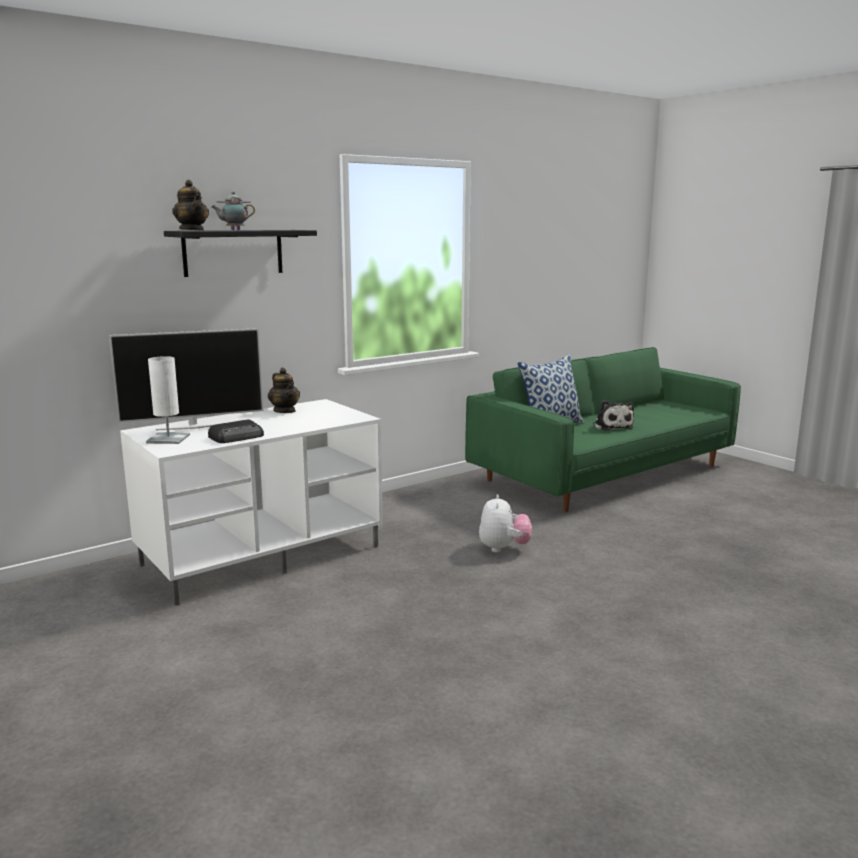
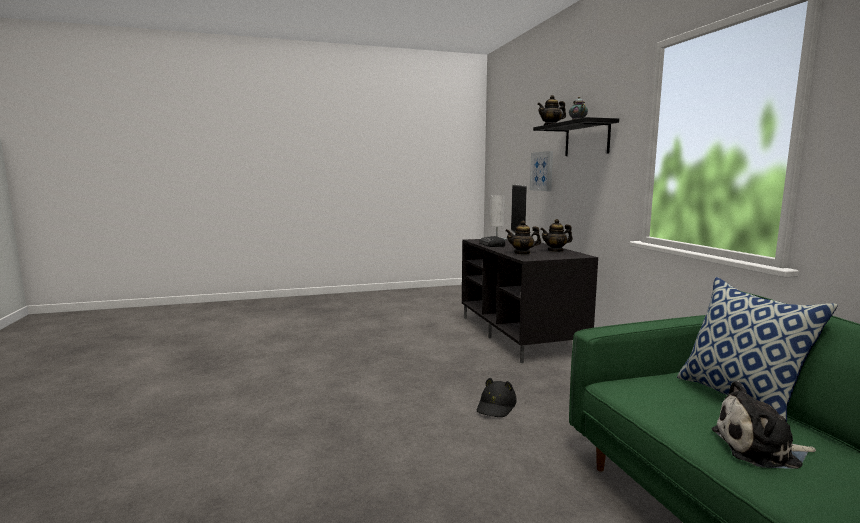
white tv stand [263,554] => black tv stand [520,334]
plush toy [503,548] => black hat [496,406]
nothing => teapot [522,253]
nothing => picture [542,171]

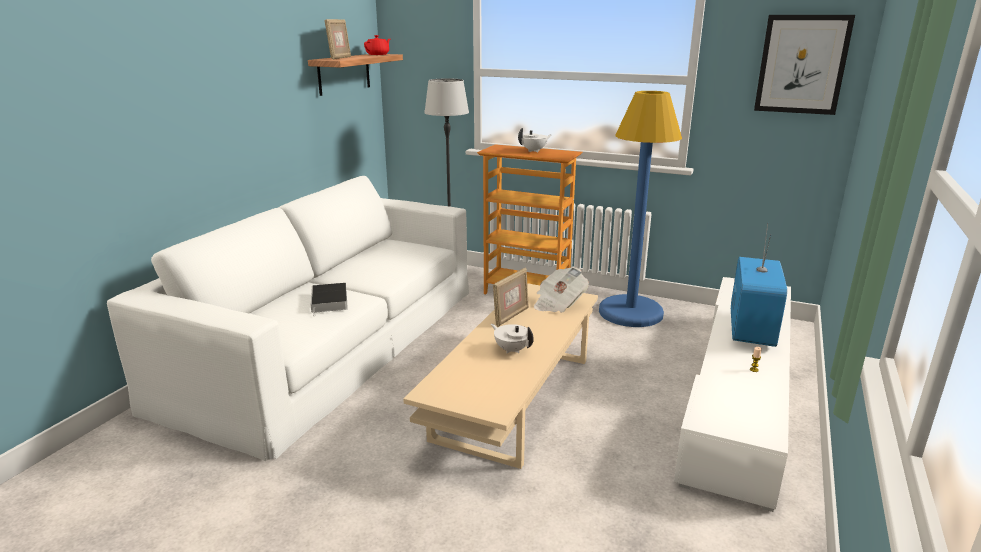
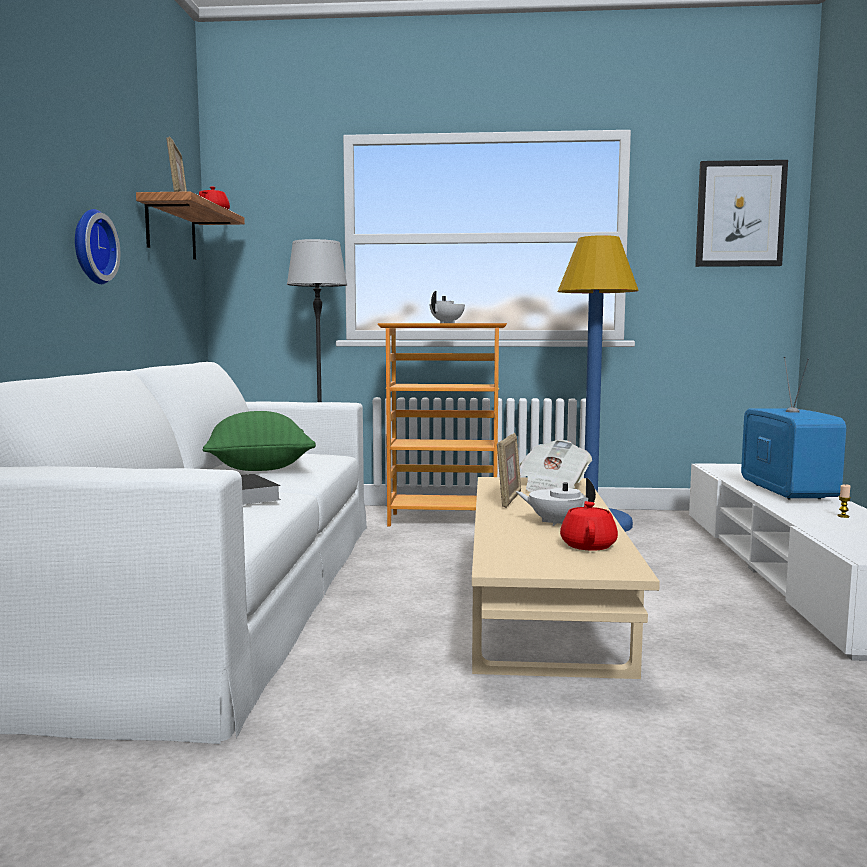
nothing => wall clock [91,247]
nothing => green pillow [258,468]
nothing => red teapot [588,545]

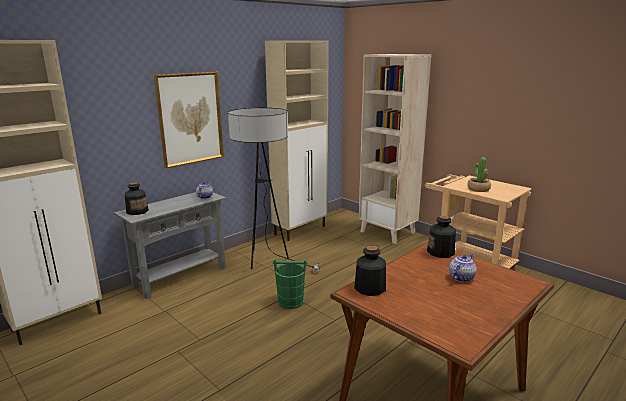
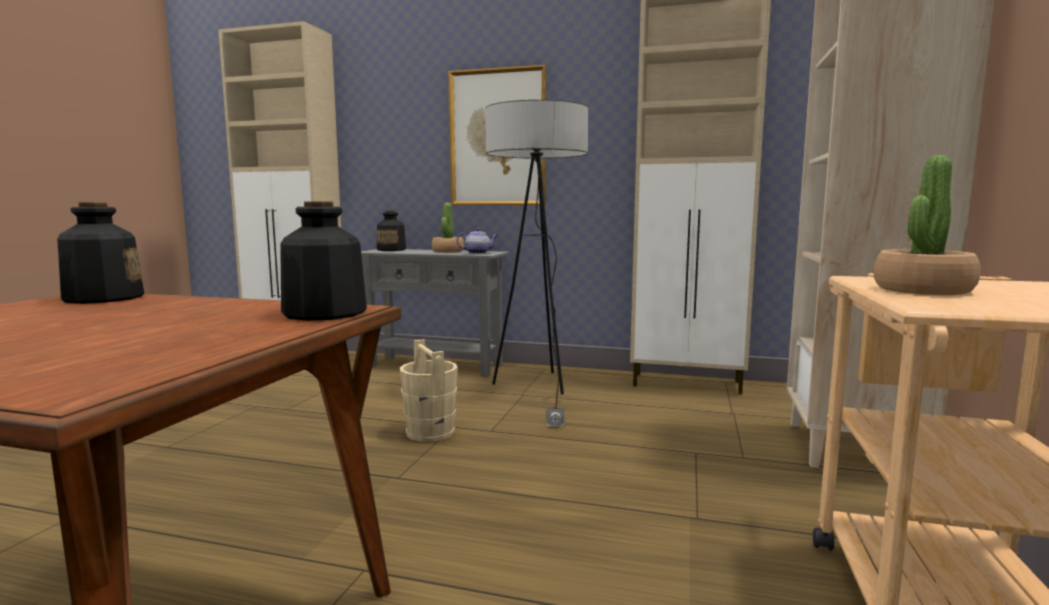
green bucket [291,302] => beige bucket [430,432]
teapot [461,277] => nothing
nothing => potted plant [447,251]

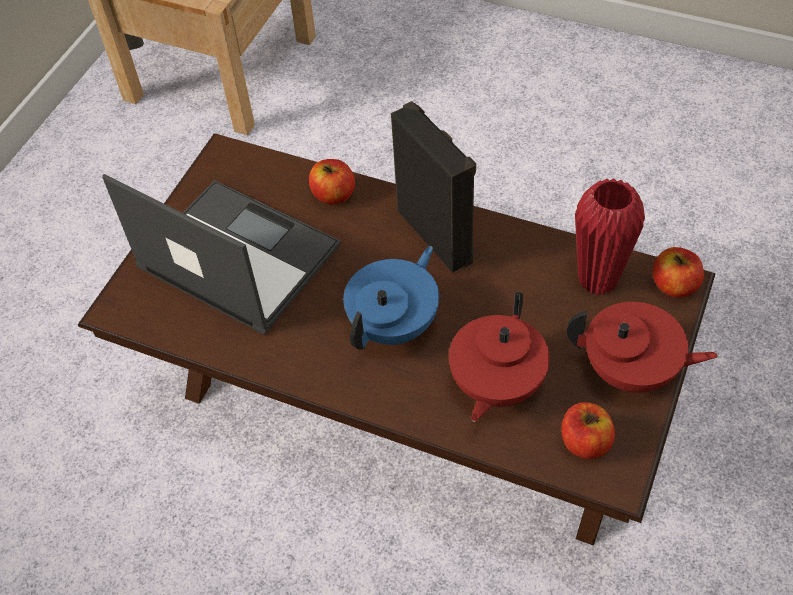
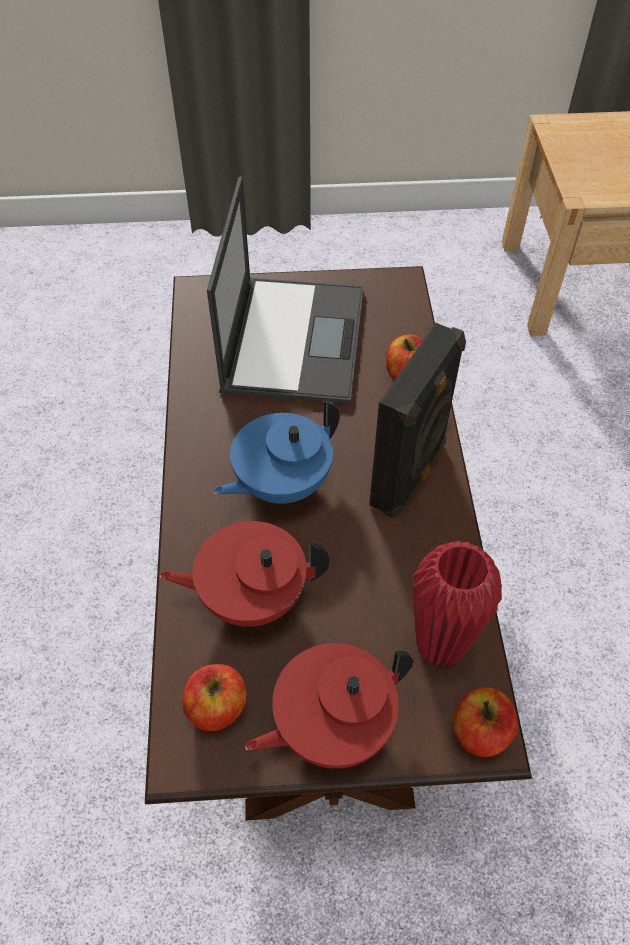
blue teapot [395,324] => blue teapot [281,483], 135 degrees clockwise
red teapot [631,371] => red teapot [331,724], 75 degrees clockwise

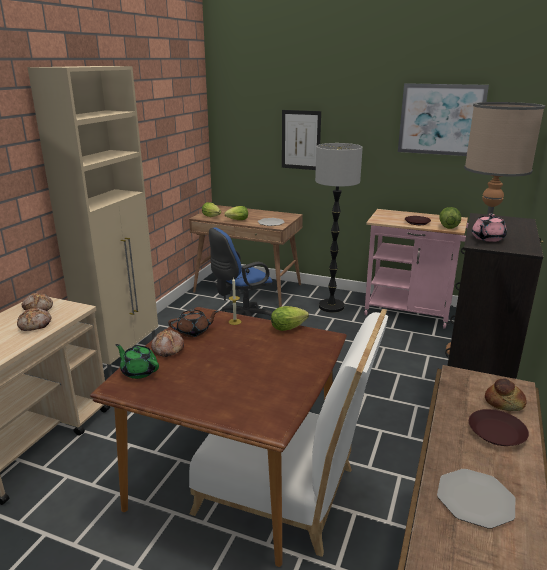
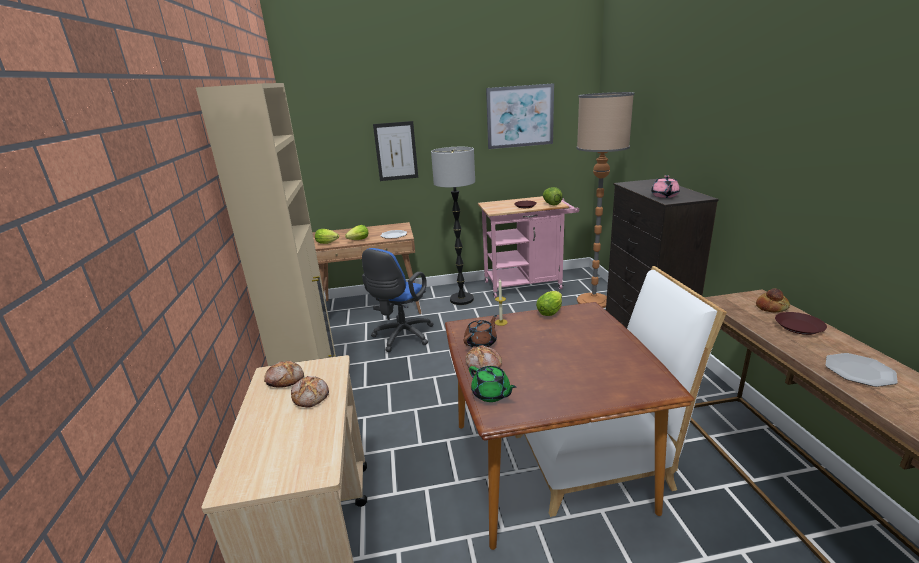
green teapot [139,371] => green teapot [491,394], 135 degrees counterclockwise

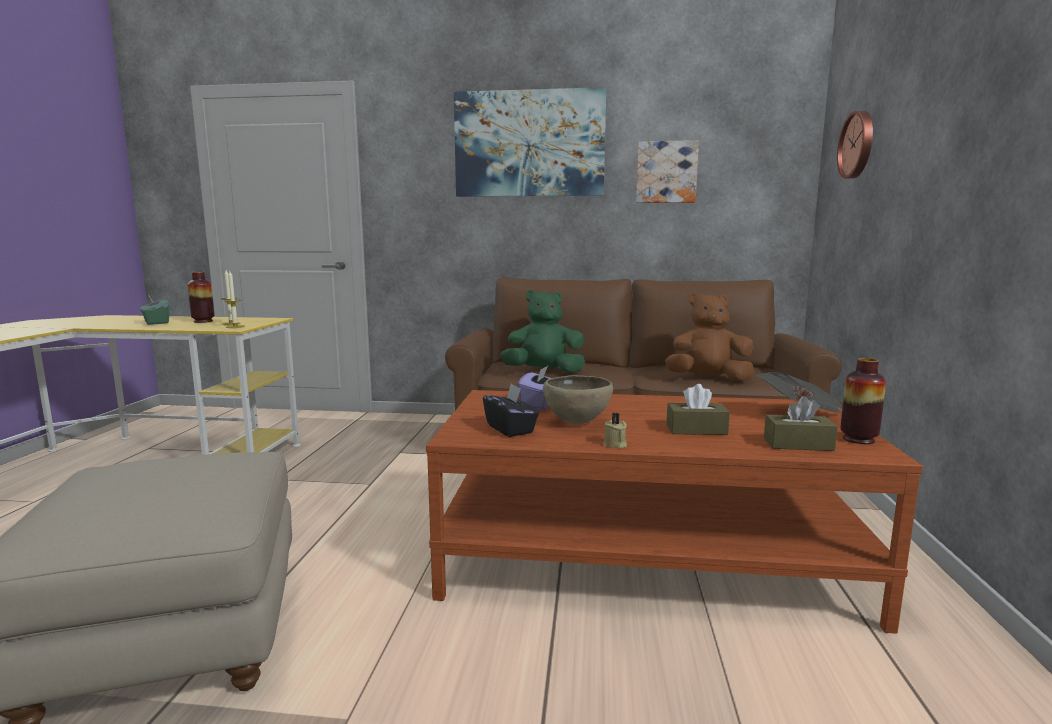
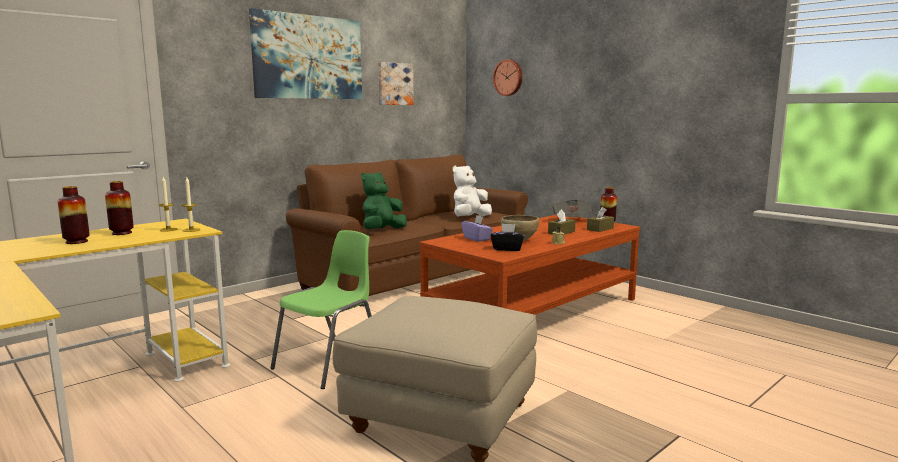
green tissue box [156,322] => vase [76,242]
brown plush toy [708,379] => white plush toy [470,218]
nothing => green chair [331,363]

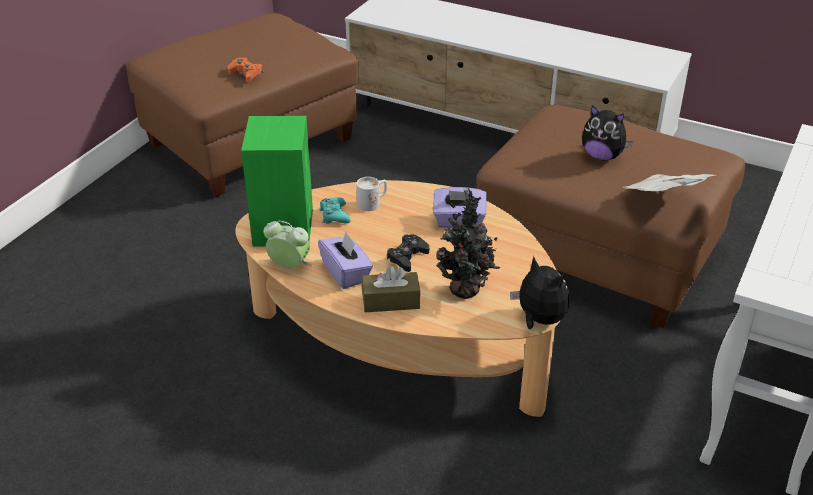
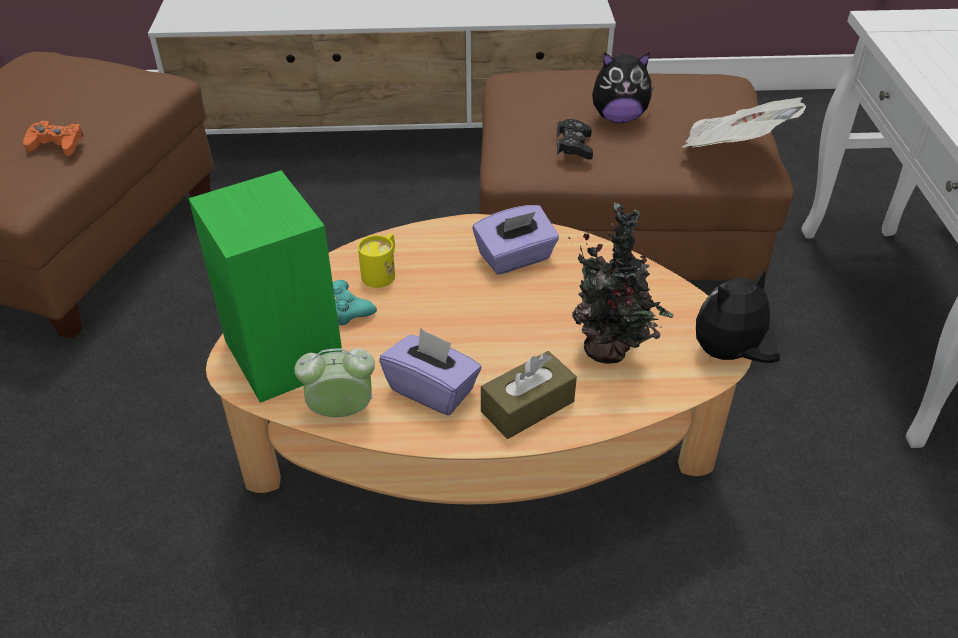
white mug [373,203] => yellow mug [382,272]
black game controller [407,257] => black game controller [574,146], moved
plush toy [539,320] => plush toy [728,354], 45 degrees counterclockwise

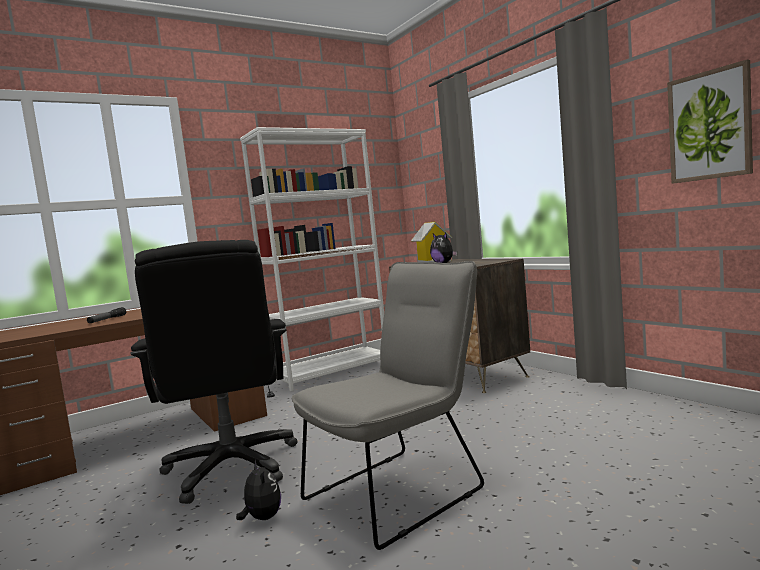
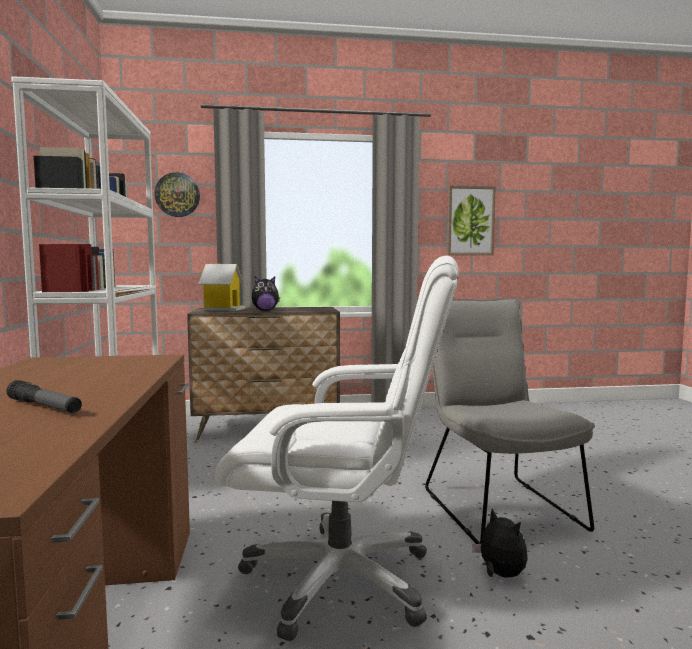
black office chair [232,467] => white office chair [342,579]
plush toy [262,518] => plush toy [500,575], 60 degrees clockwise
nothing => wall clock [177,195]

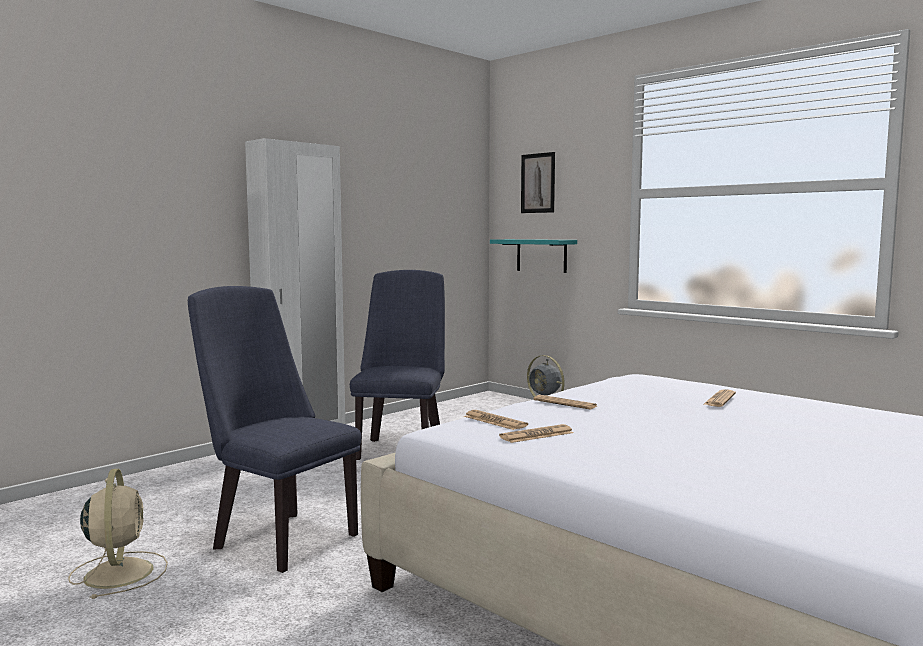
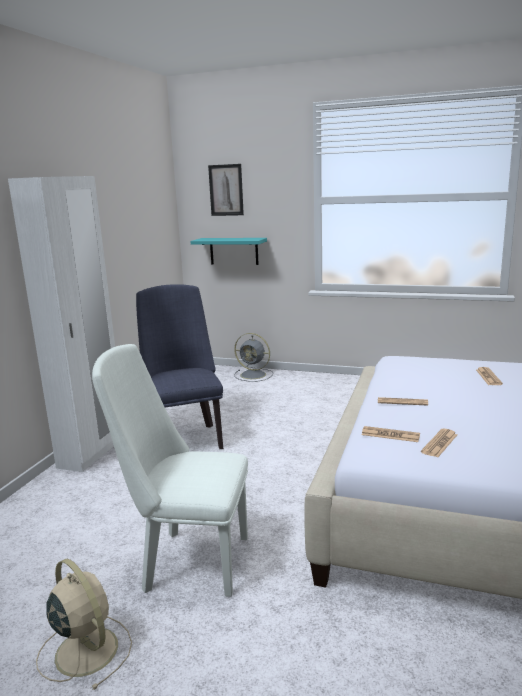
blue chair [278,538] => white chair [187,561]

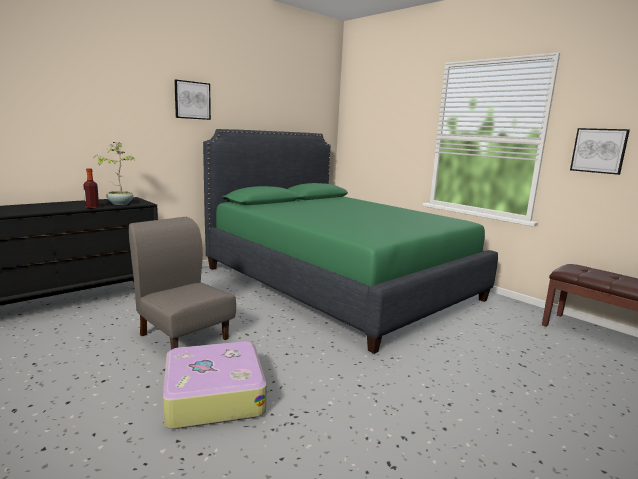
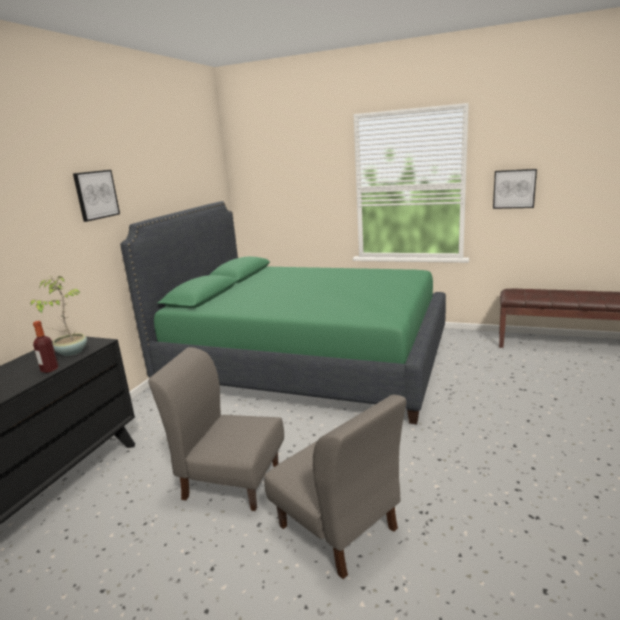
suitcase [213,395] => grey chair [338,528]

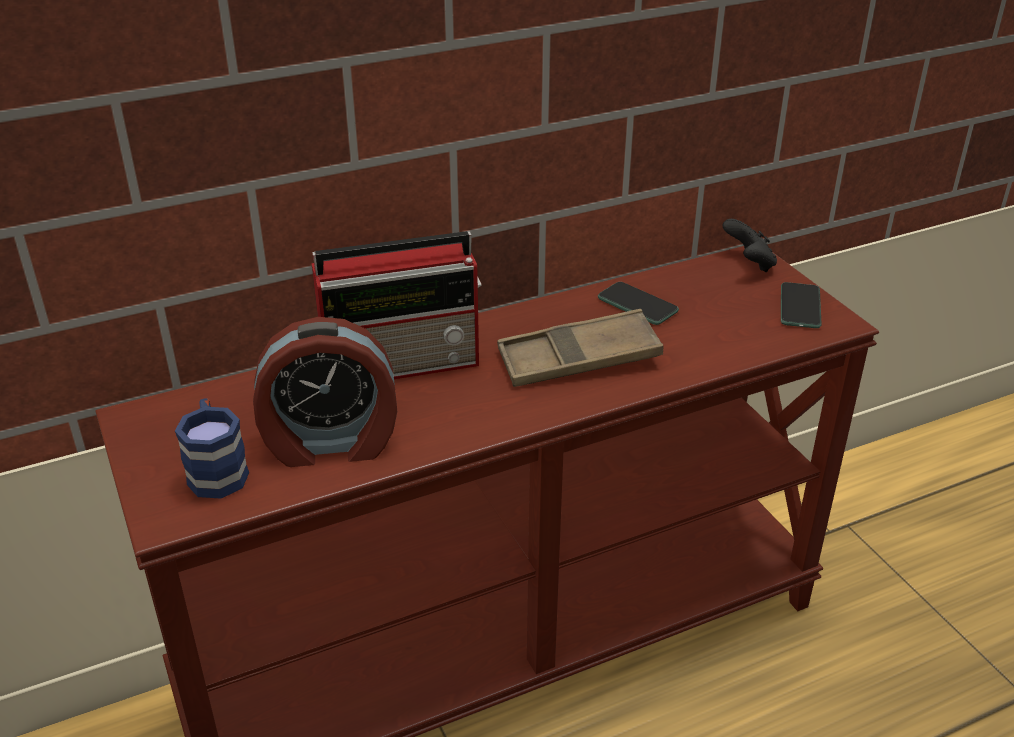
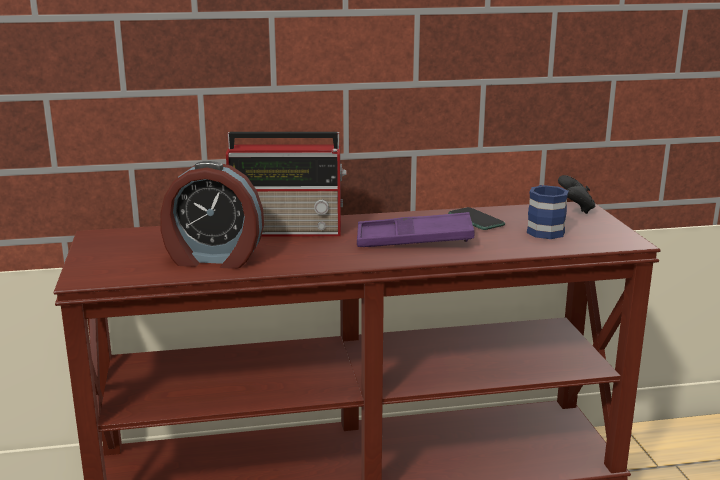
blue mug [216,469] => blue mug [543,229], moved
brown tray [578,359] => purple tray [414,240]
phone [800,307] => nothing

